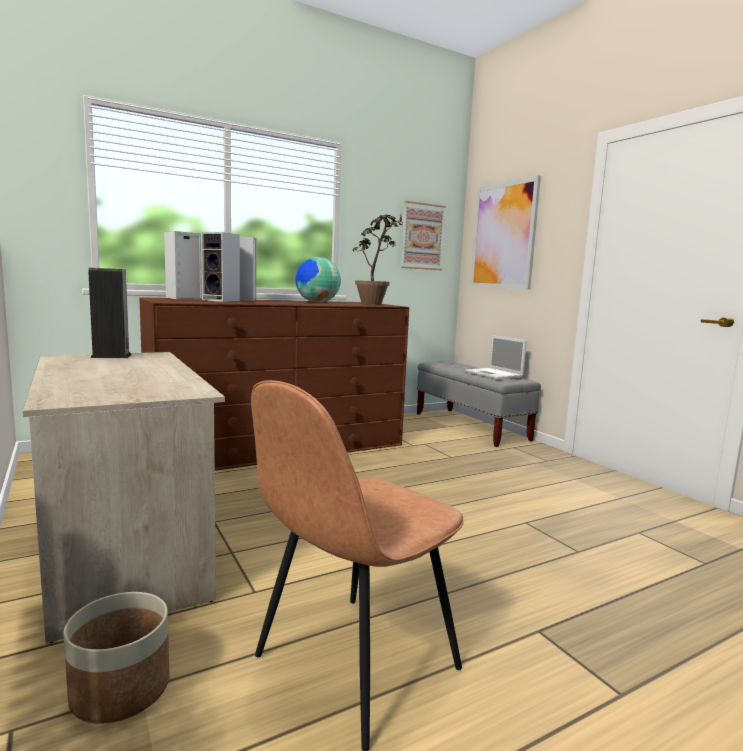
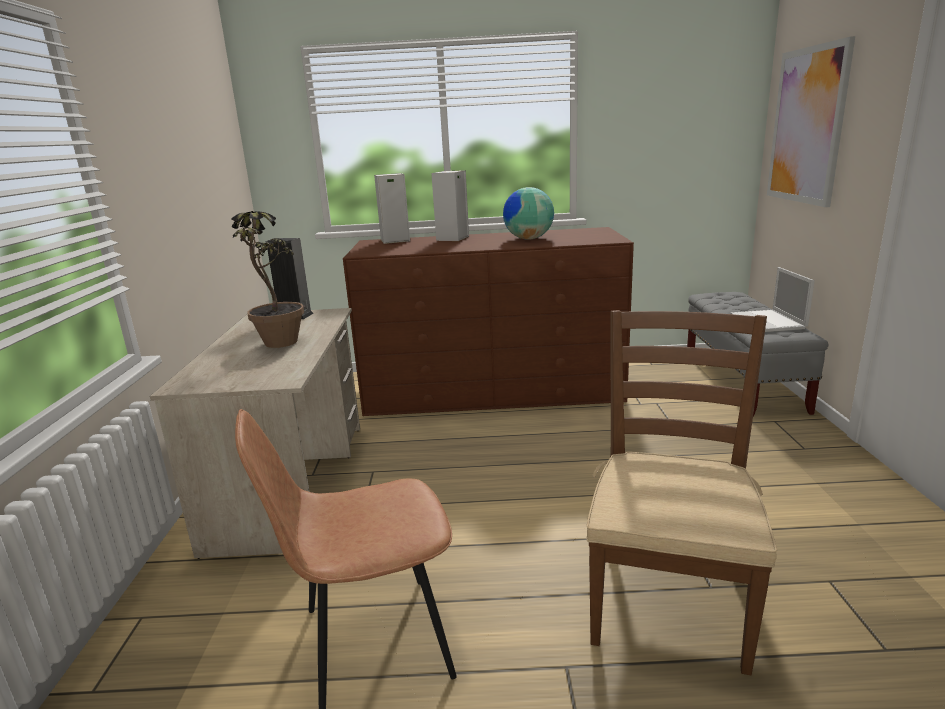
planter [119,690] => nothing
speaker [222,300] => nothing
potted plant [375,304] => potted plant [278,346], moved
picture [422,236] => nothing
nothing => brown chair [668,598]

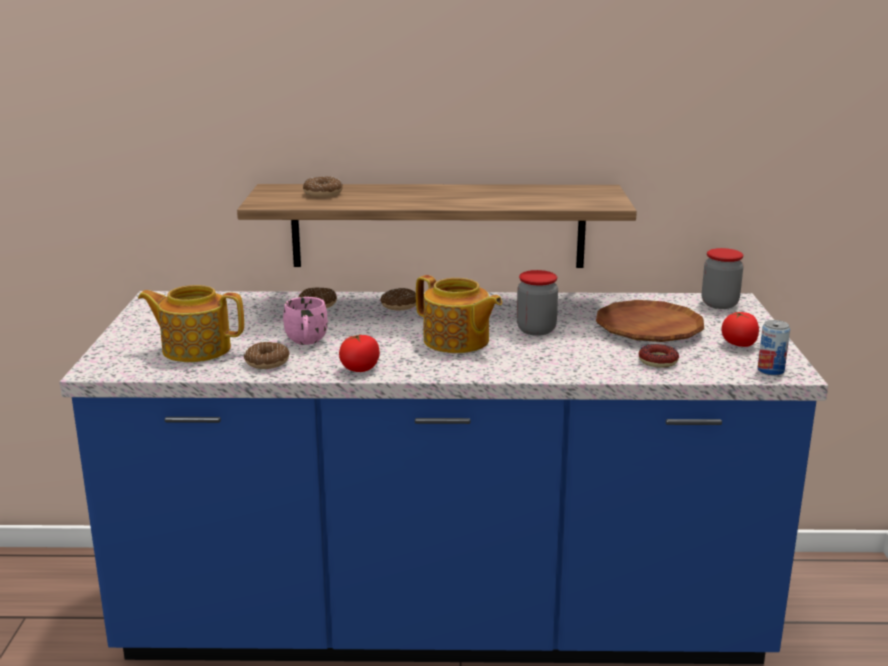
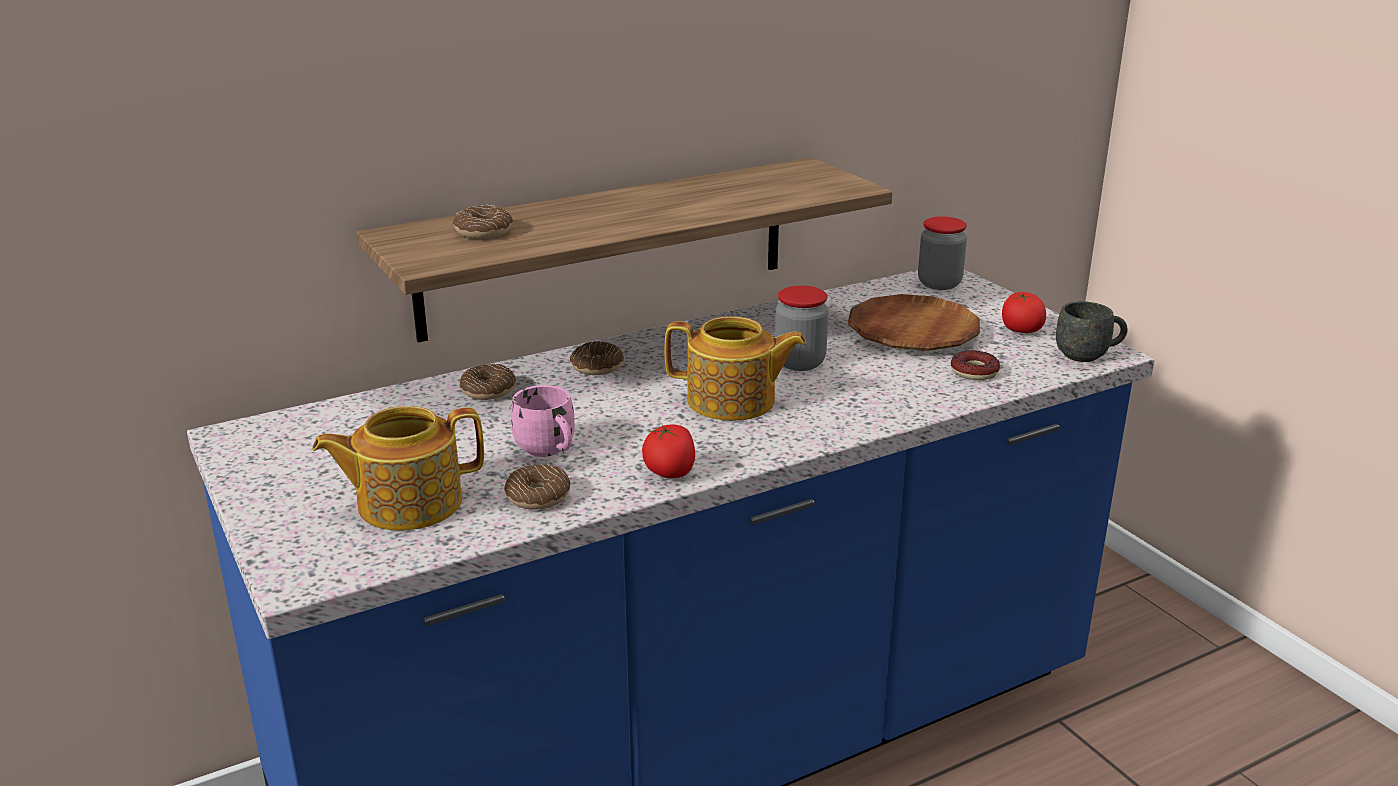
can [770,370] => grey mug [1088,355]

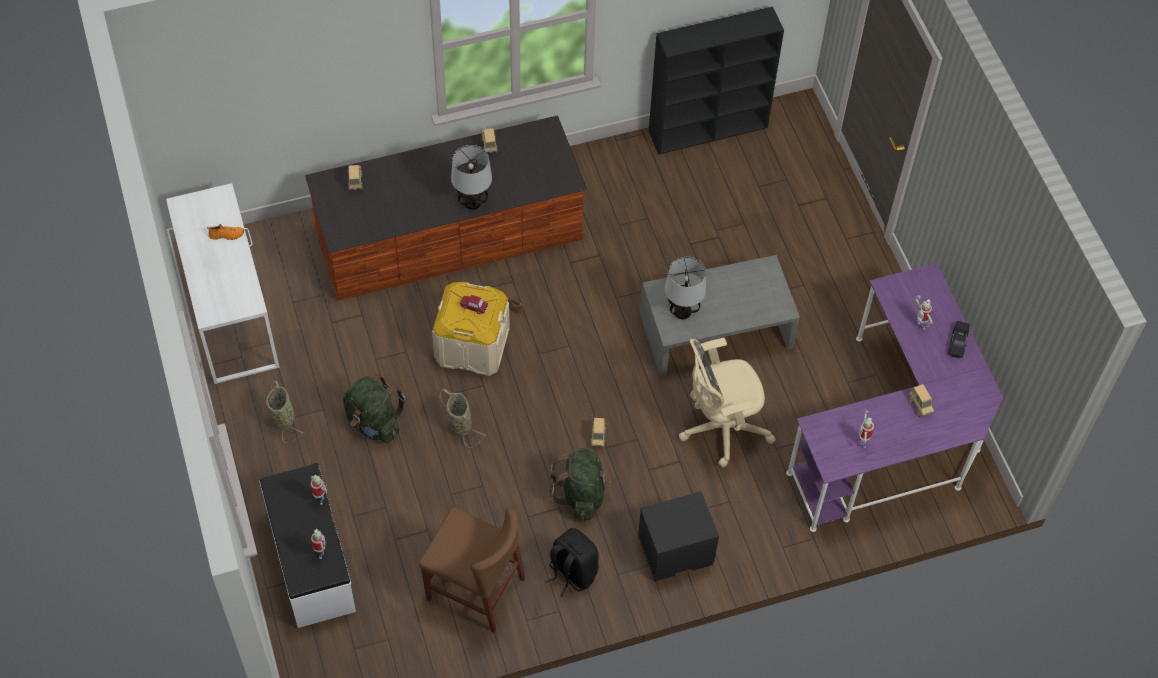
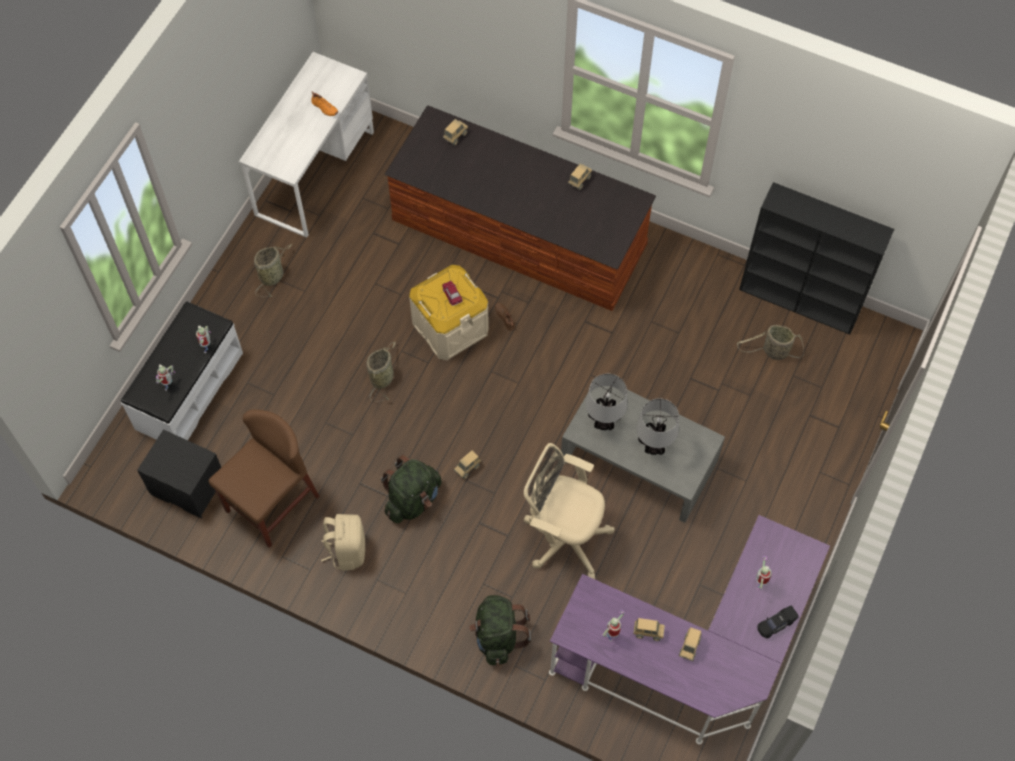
green backpack [374,423] => green backpack [498,636], moved
brown chair [475,589] => brown chair [272,504], 120 degrees counterclockwise
table lamp [473,203] => table lamp [653,447], moved
black backpack [571,572] => beige backpack [347,550]
black nightstand [674,552] => black nightstand [187,487], moved
nothing => toy truck [648,632]
nothing => basket [773,351]

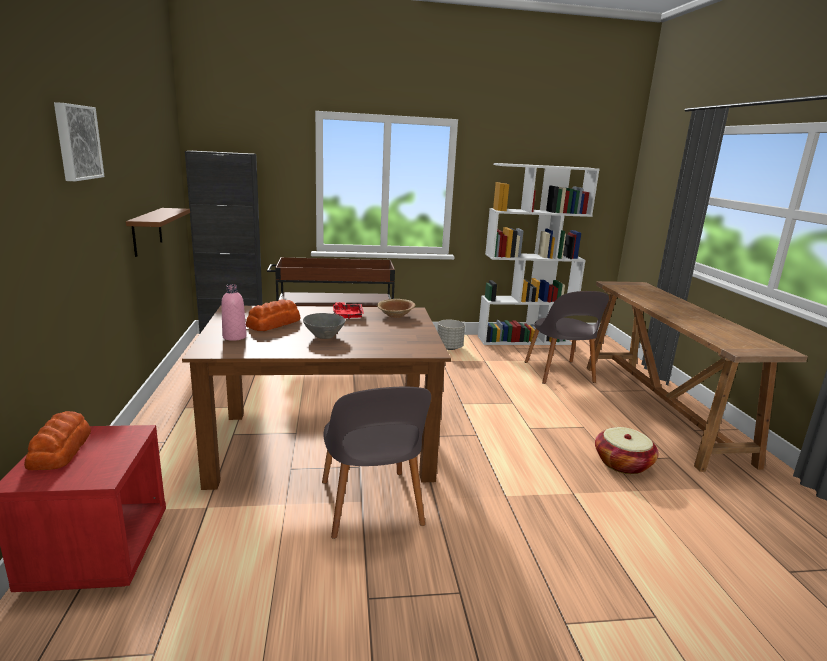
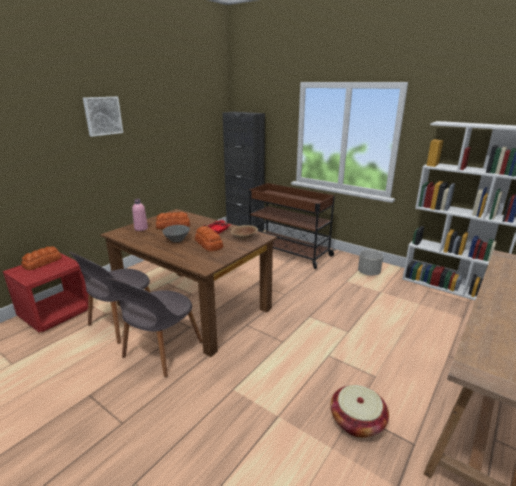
brown shelf [147,231] => nothing
grey chair [559,373] => grey chair [122,322], moved
nothing => bread [208,244]

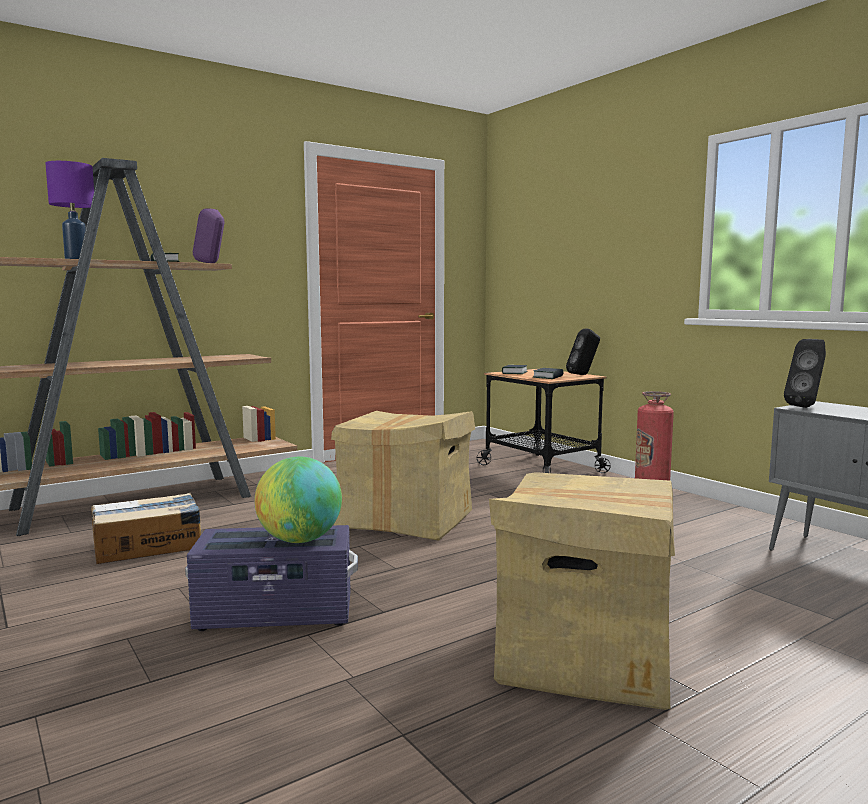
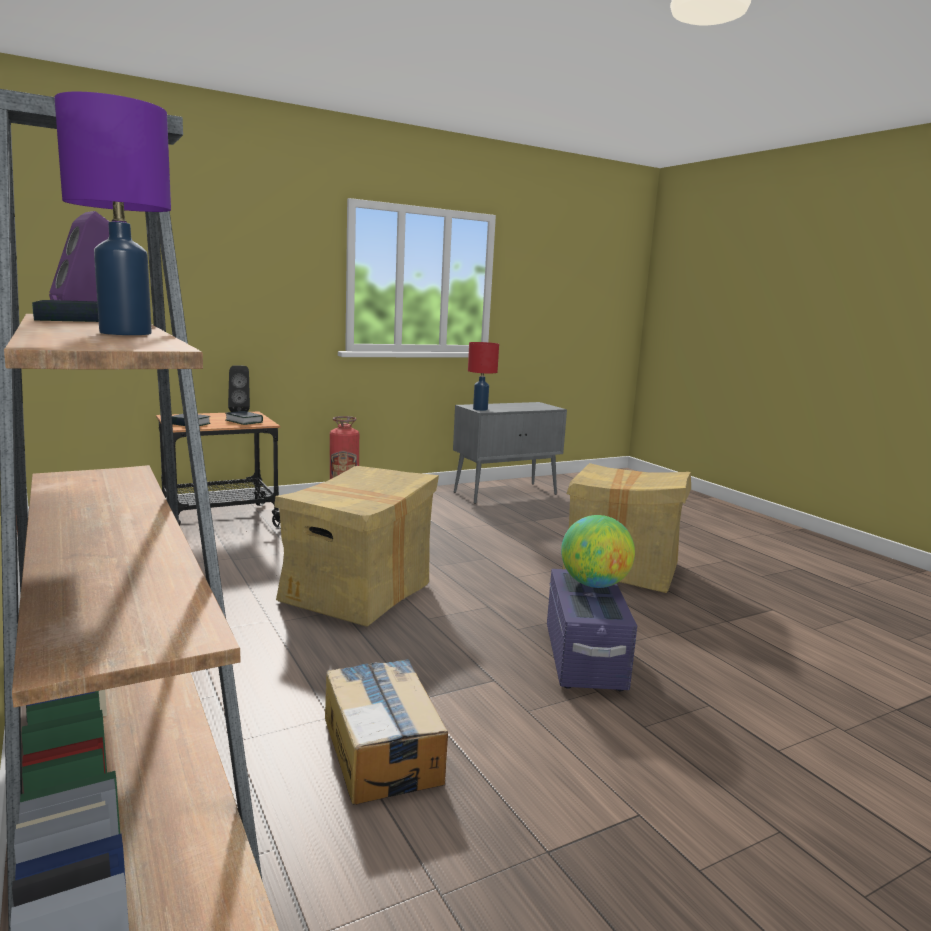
black speaker [806,407] => red table lamp [480,409]

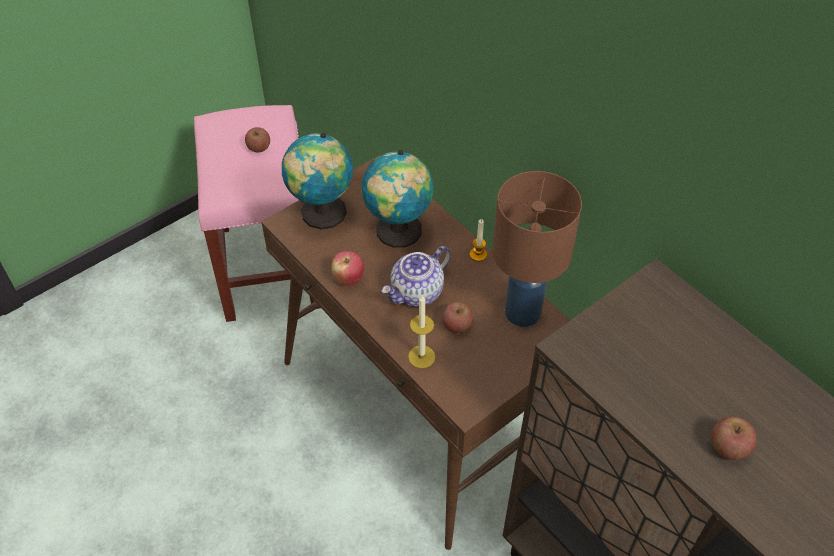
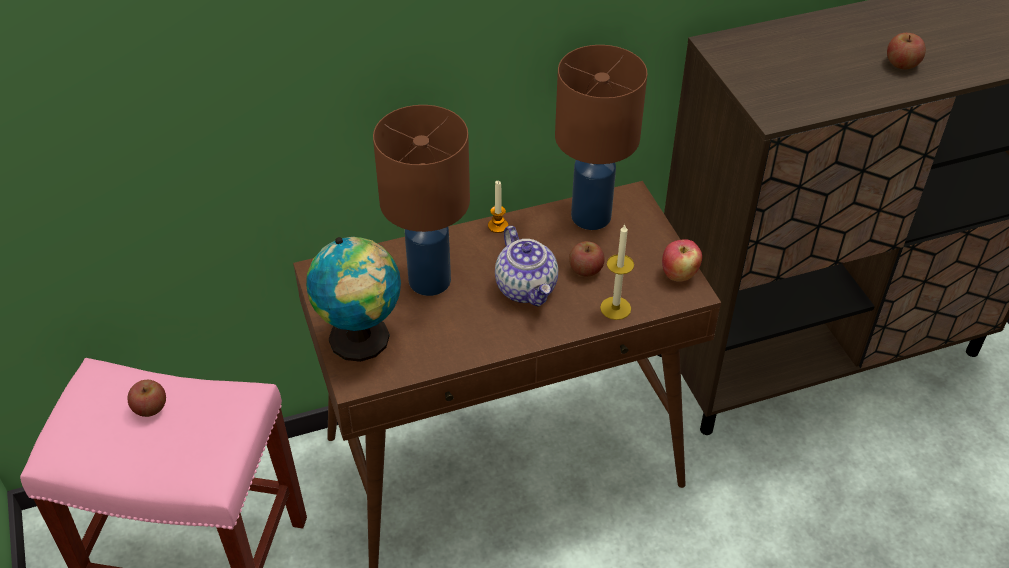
apple [348,279] => apple [679,274], moved
globe [398,233] => brown table lamp [431,280]

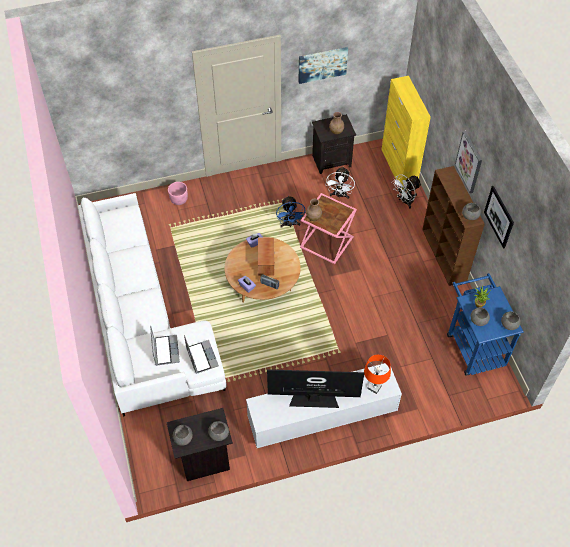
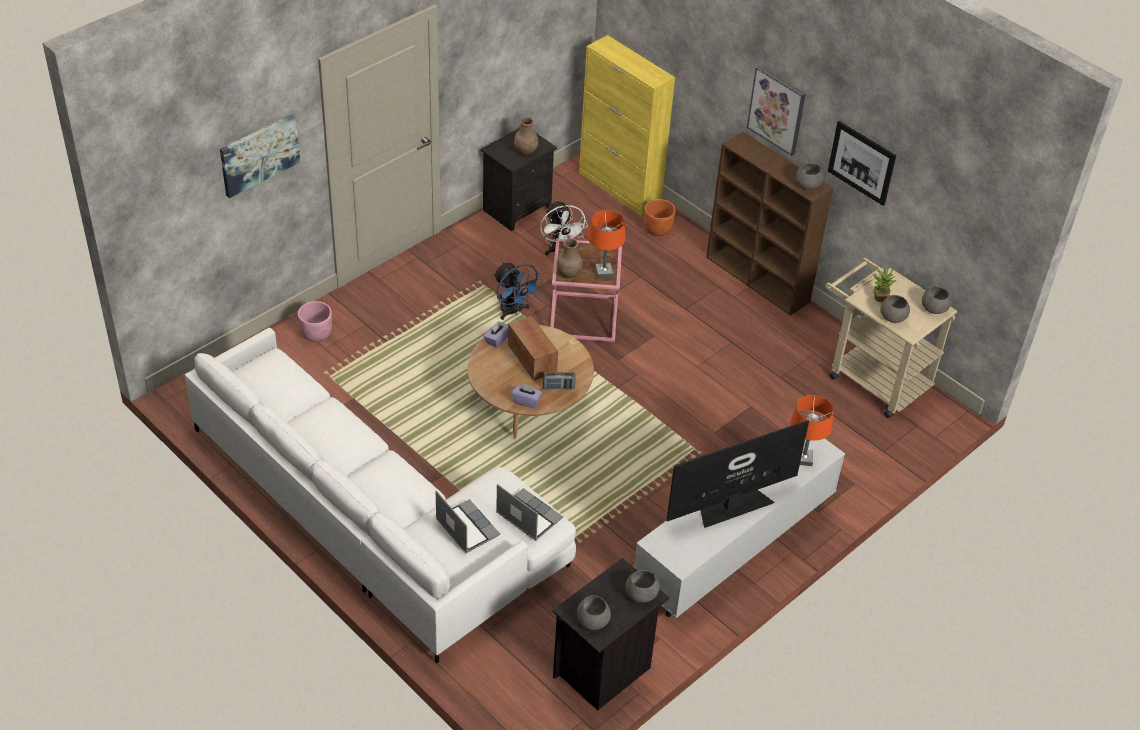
picture [322,64] => picture [259,154], moved
white fan [405,201] => orange planter [658,229]
blue cart [473,345] => beige cart [872,377]
nothing => orange table lamp [604,272]

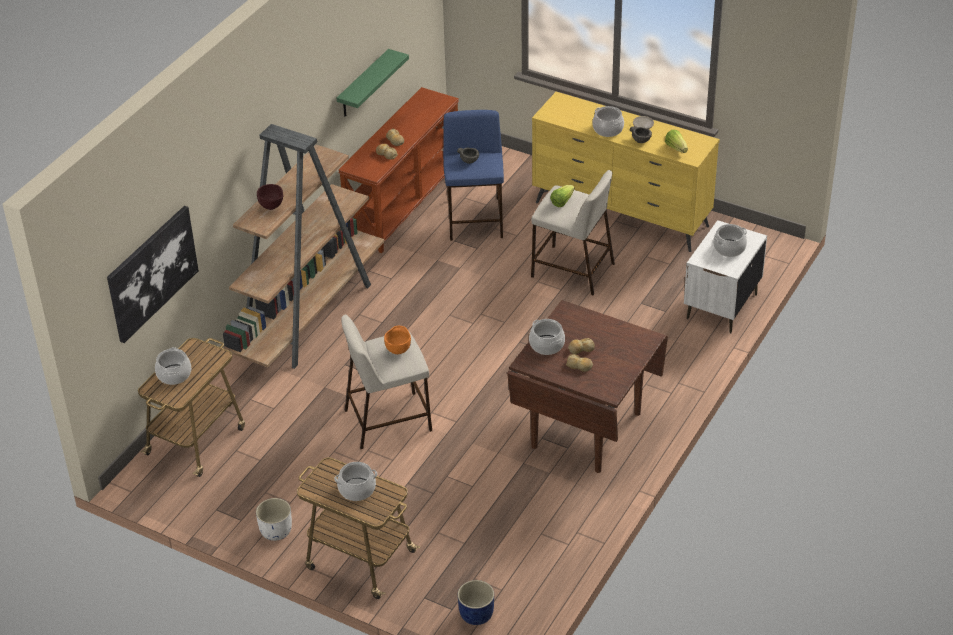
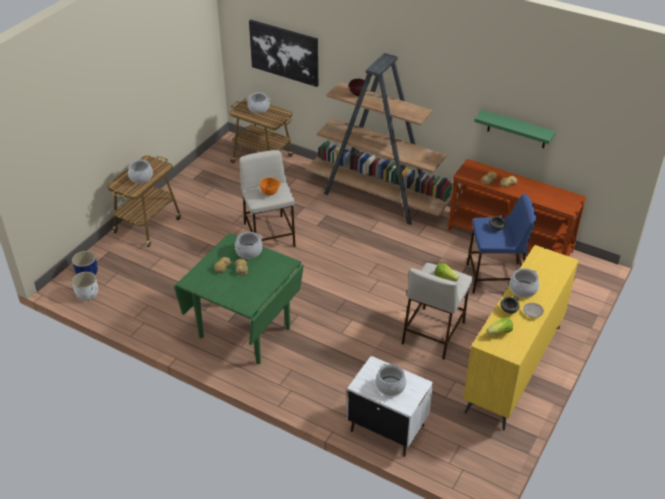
white planter [275,531] => white planter [87,294], moved
brown dining table [585,429] => green dining table [245,331]

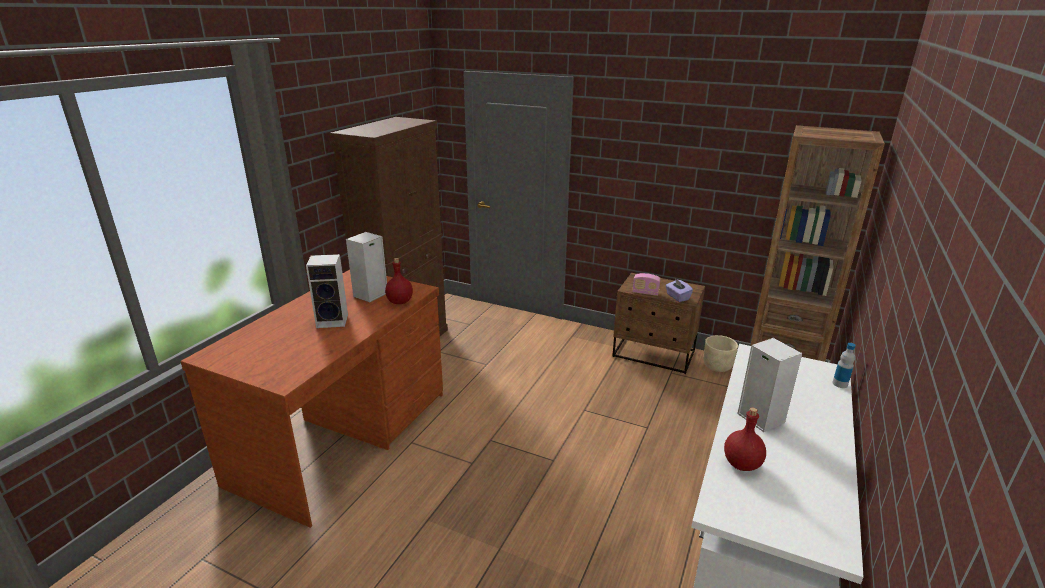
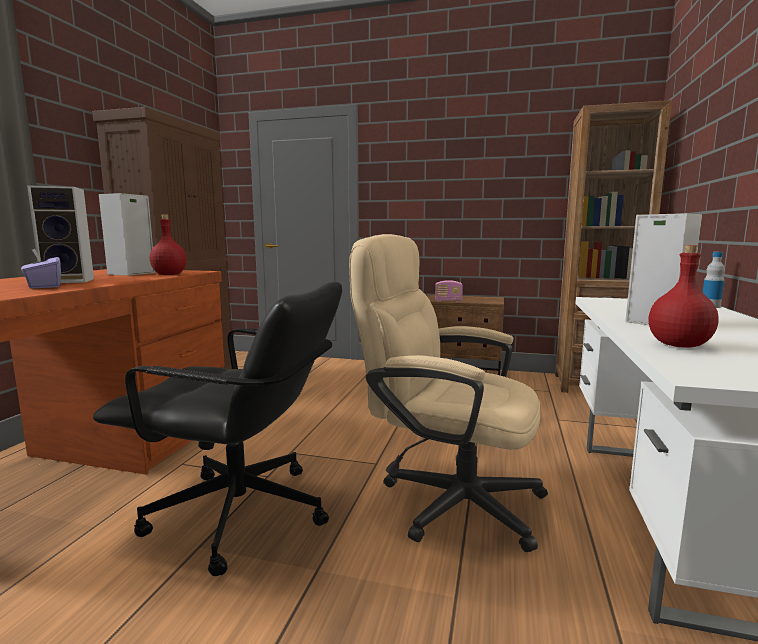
purple tissue box [677,297] => purple tissue box [44,286], moved
beige planter [717,366] => nothing
nothing => black office chair [241,515]
nothing => beige office chair [447,498]

